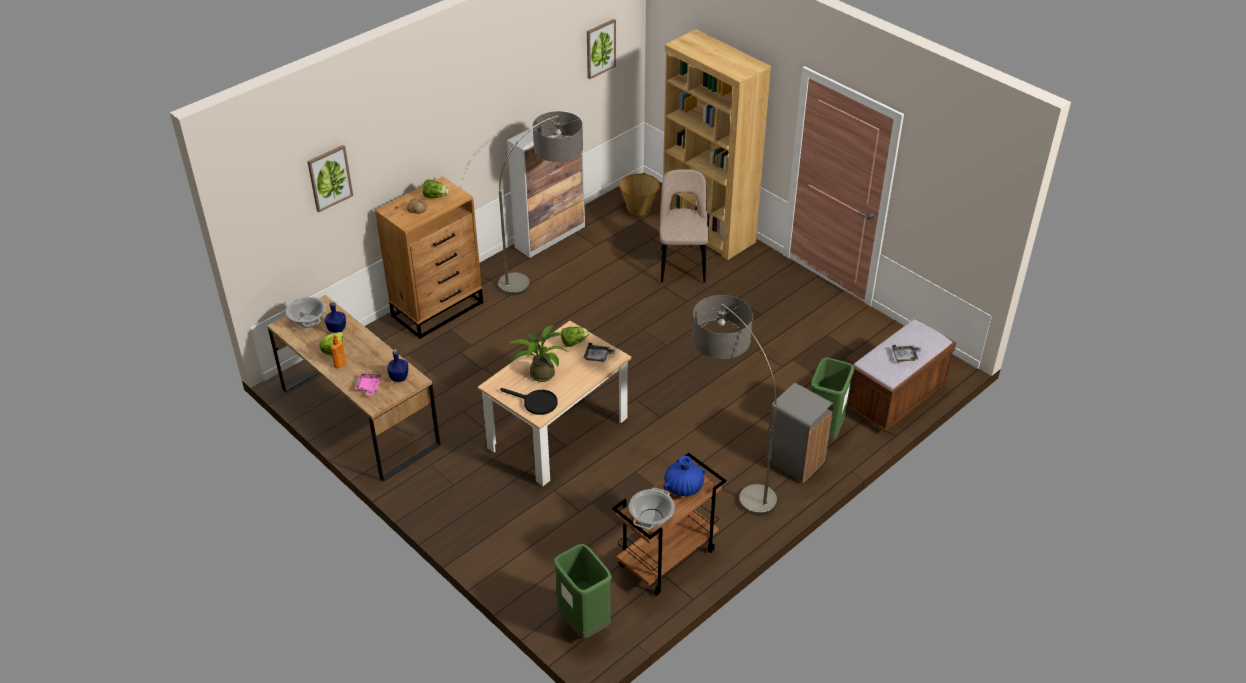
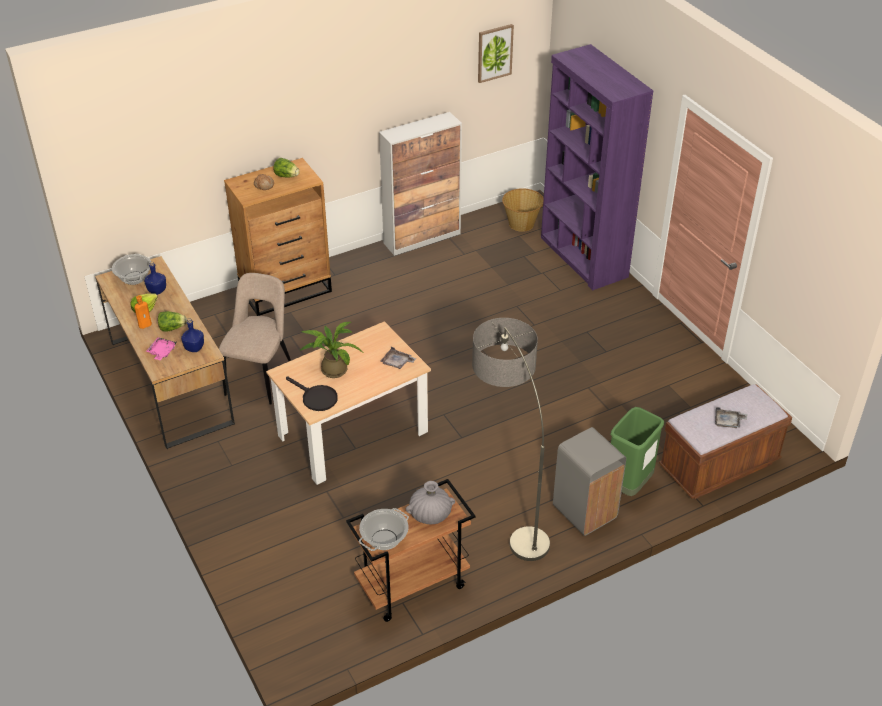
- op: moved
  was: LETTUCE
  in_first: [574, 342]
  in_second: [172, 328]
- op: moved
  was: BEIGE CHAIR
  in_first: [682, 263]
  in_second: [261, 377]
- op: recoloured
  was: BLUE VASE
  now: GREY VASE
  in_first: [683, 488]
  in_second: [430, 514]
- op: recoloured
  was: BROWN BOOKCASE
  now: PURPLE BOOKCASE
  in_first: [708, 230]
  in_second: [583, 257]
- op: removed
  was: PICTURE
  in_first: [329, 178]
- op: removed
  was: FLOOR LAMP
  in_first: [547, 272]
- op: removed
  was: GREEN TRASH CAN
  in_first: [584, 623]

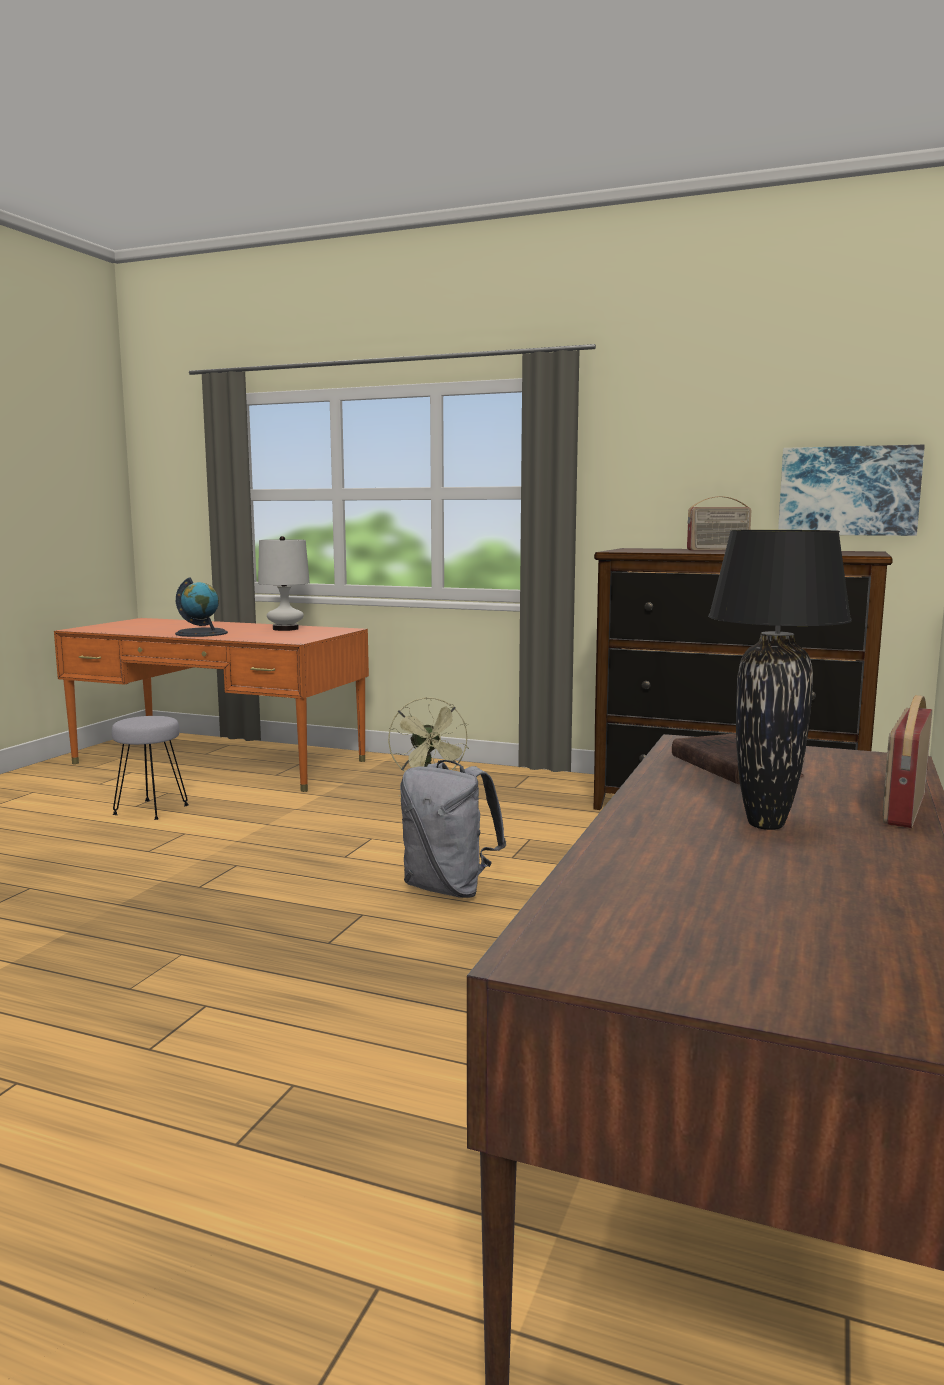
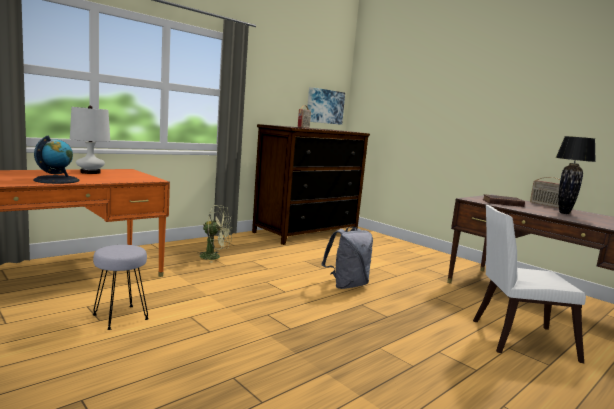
- op: added
  now: WHITE CHAIR
  in_second: [516, 339]

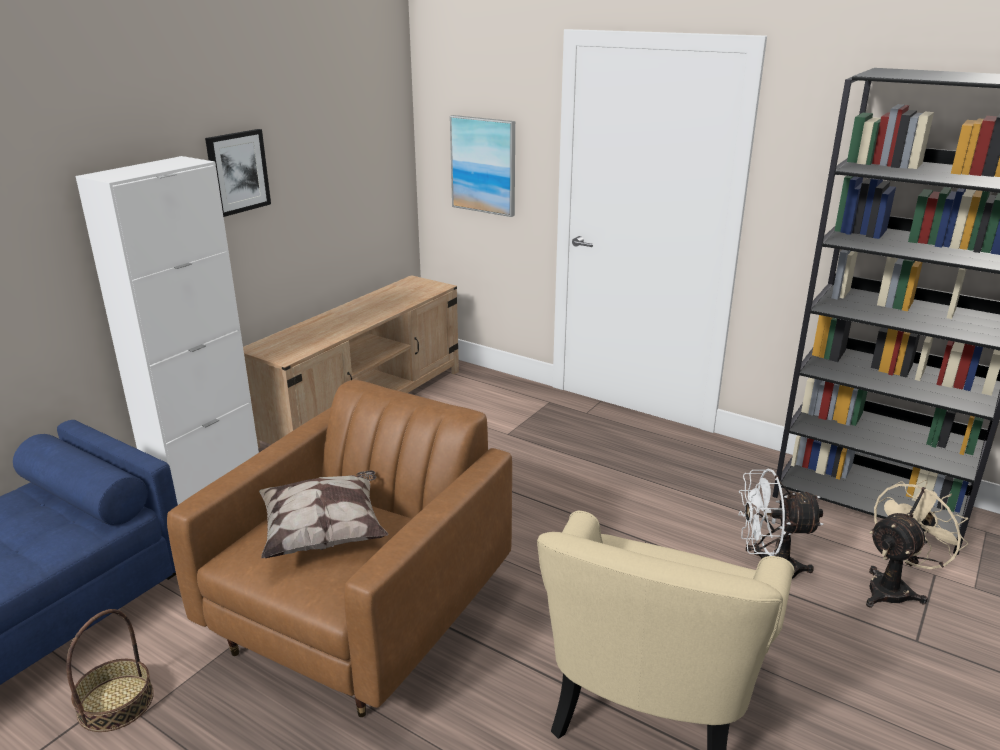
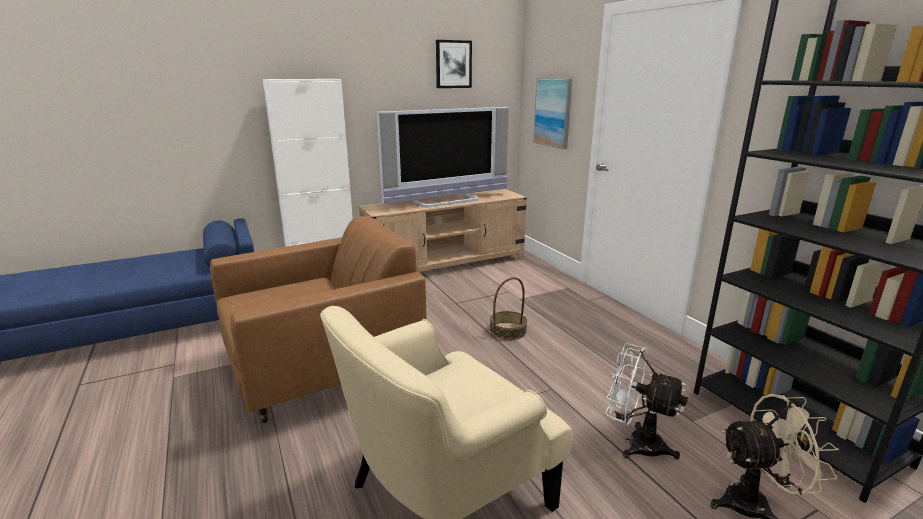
- op: added
  now: TELEVISION
  in_second: [448, 201]
- op: moved
  was: PICTURE
  in_first: [237, 172]
  in_second: [453, 64]
- op: moved
  was: BASKET
  in_first: [115, 703]
  in_second: [508, 330]
- op: removed
  was: PILLOW
  in_first: [325, 533]

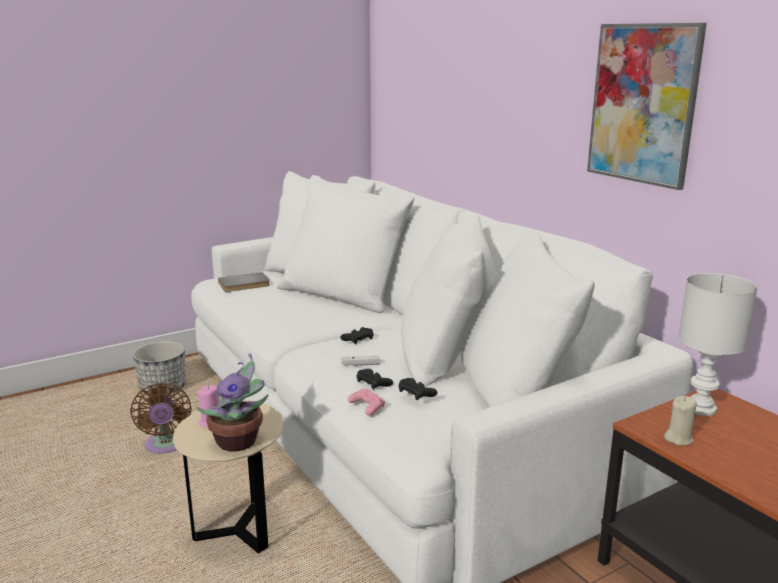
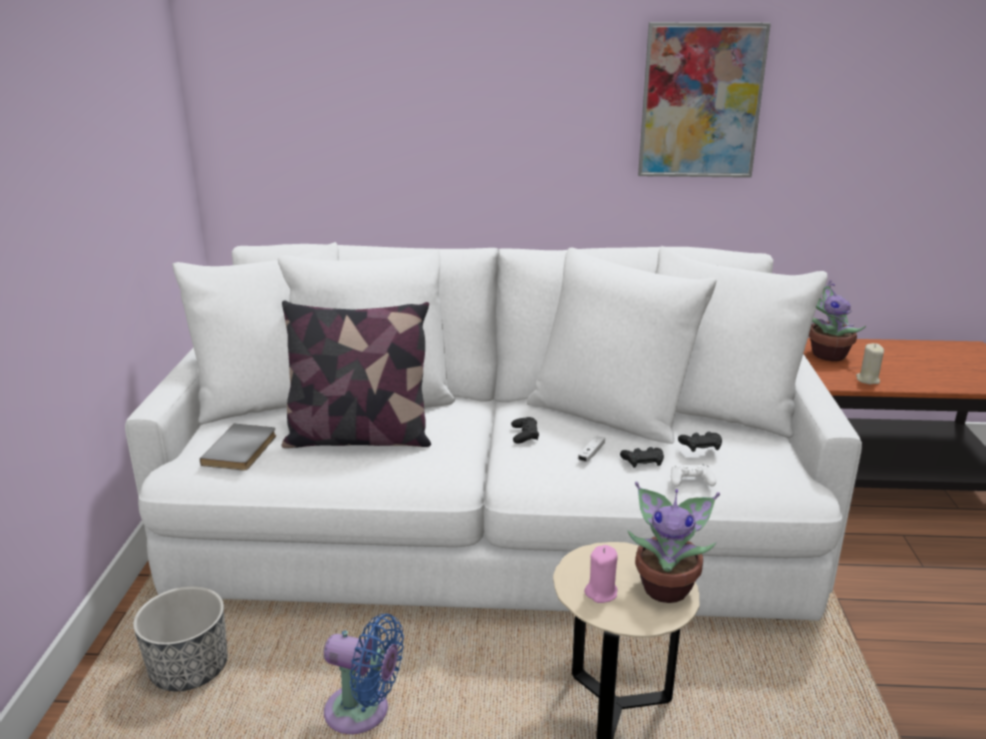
- op: added
  now: PILLOW
  in_second: [359, 438]
- op: recoloured
  was: BROWN FAN
  now: BLUE FAN
  in_first: [166, 446]
  in_second: [363, 713]
- op: recoloured
  was: PINK GAME CONTROLLER
  now: WHITE GAME CONTROLLER
  in_first: [367, 406]
  in_second: [691, 480]
- op: replaced
  was: WHITE TABLE LAMP
  now: POTTED PLANT
  in_first: [701, 408]
  in_second: [826, 354]

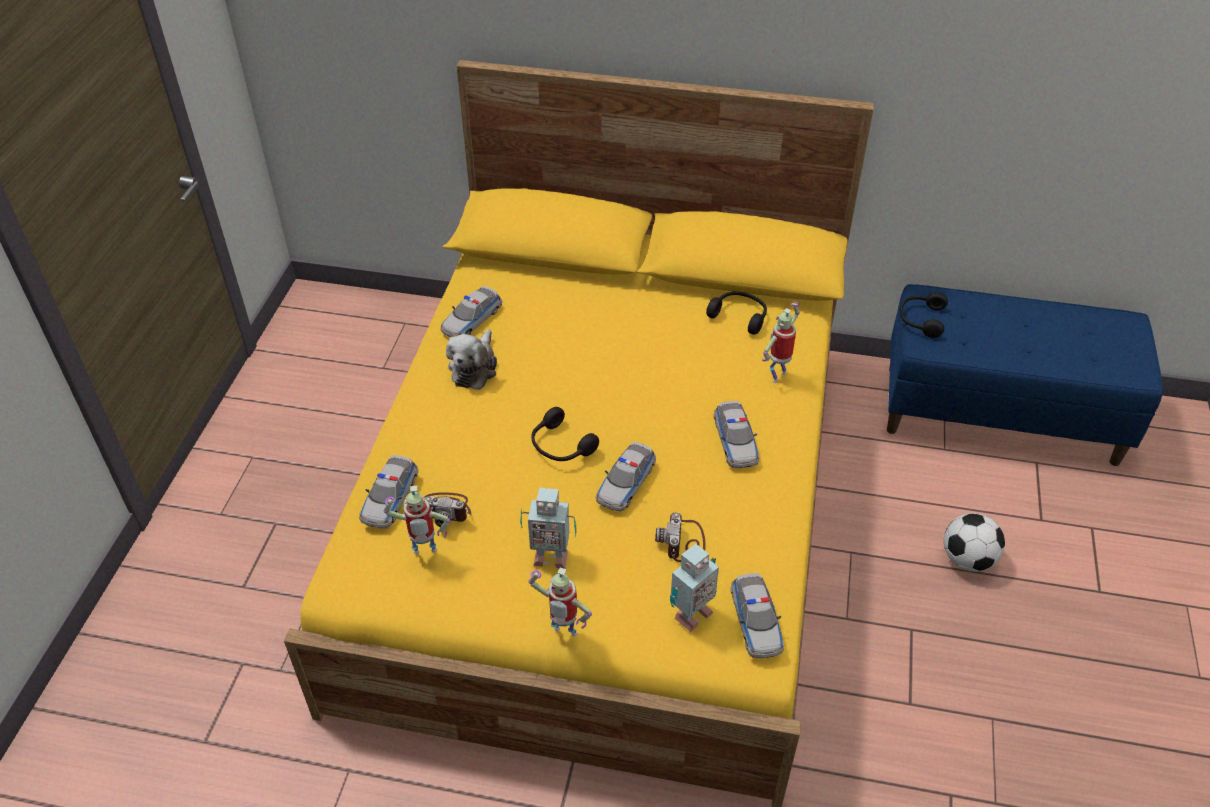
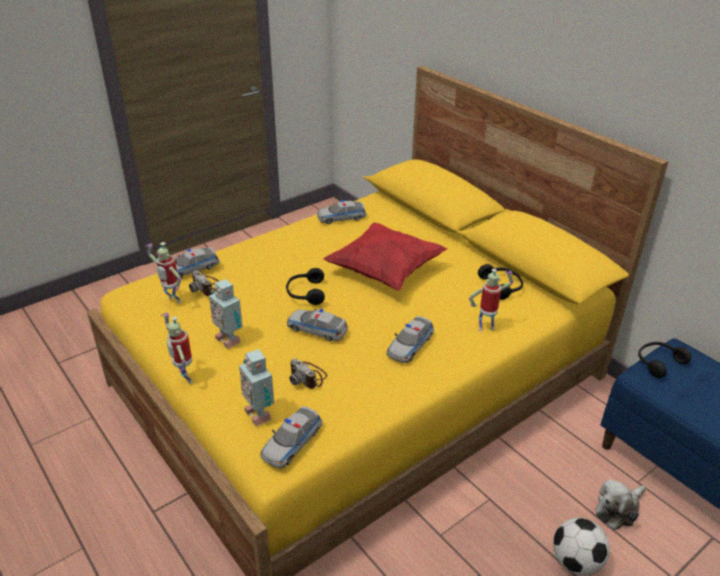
- op: turned
  was: TOY ROBOT
  in_first: [690, 614]
  in_second: [259, 413]
  clockwise: 60
- op: turned
  was: TOY CAR
  in_first: [626, 483]
  in_second: [317, 329]
  clockwise: 45
- op: turned
  was: PHOTO CAMERA
  in_first: [683, 542]
  in_second: [308, 376]
  clockwise: -90
- op: added
  now: RED PILLOW
  in_second: [385, 271]
- op: moved
  was: PLUSH TOY
  in_first: [474, 368]
  in_second: [618, 509]

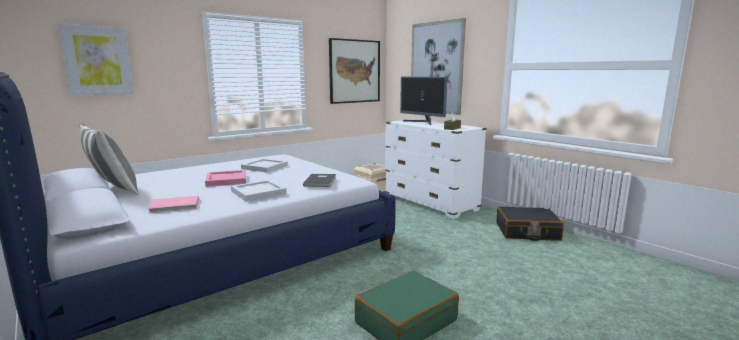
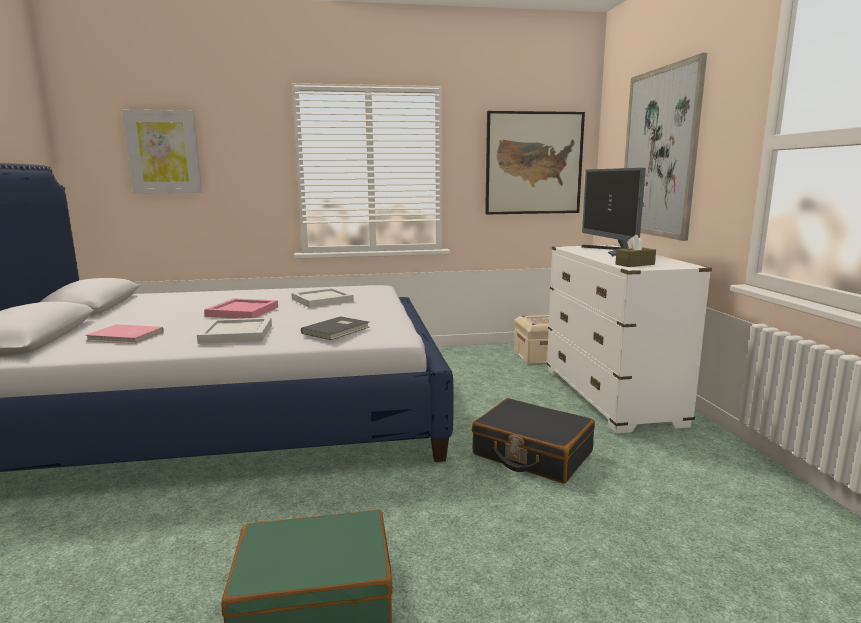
- op: moved
  was: BLACK SUITCASE
  in_first: [527, 232]
  in_second: [532, 454]
- op: removed
  was: PILLOW
  in_first: [113, 190]

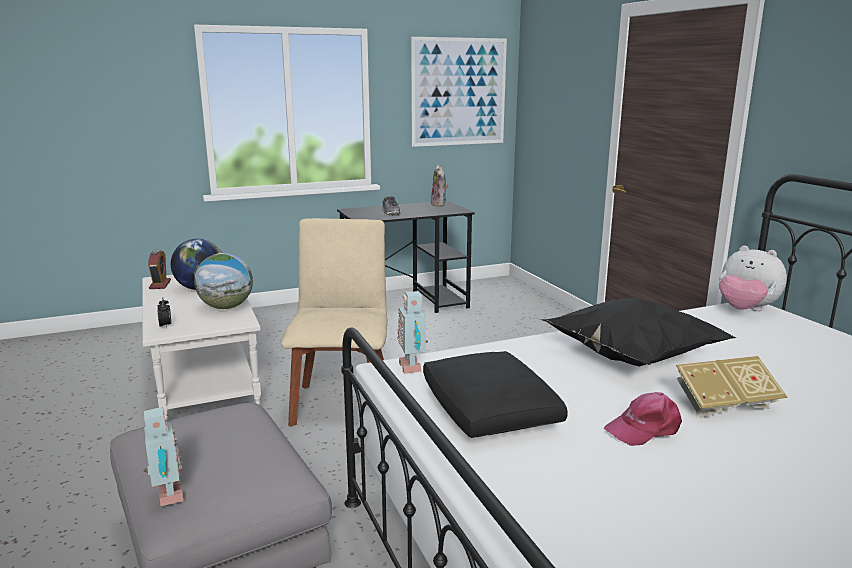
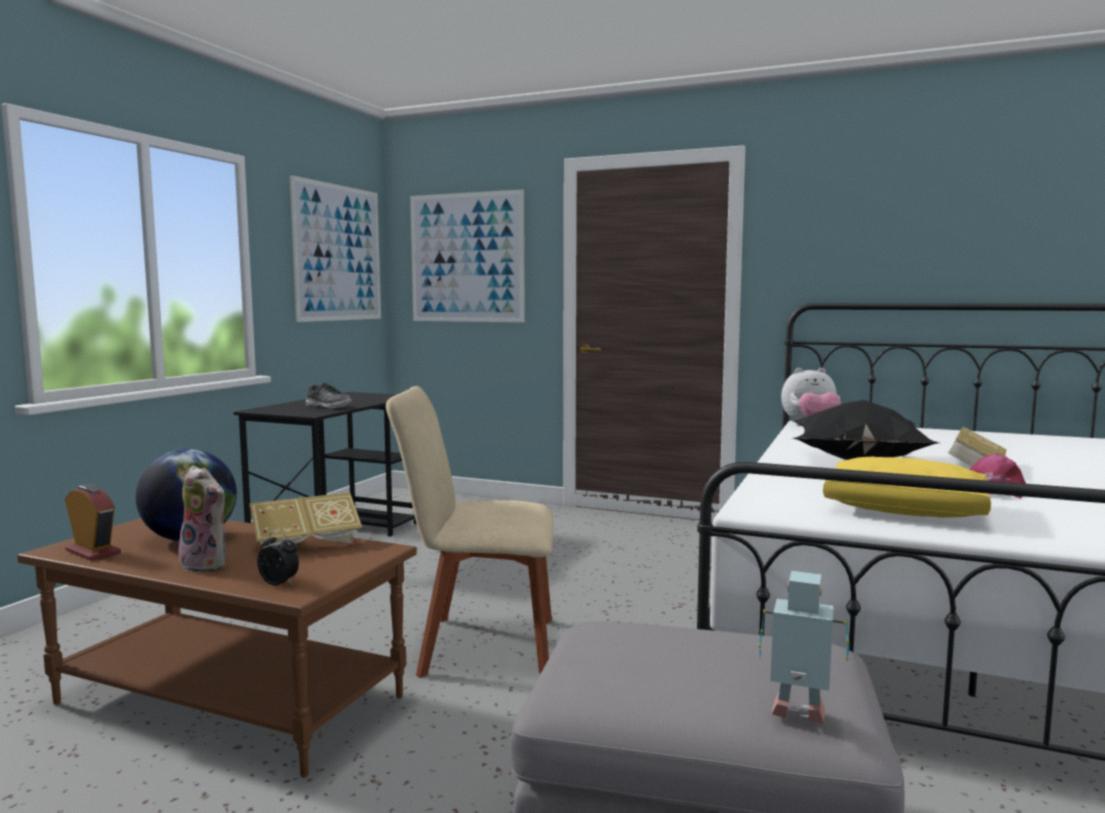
- op: recoloured
  was: WHITE COFFEE TABLE
  now: BROWN COFFEE TABLE
  in_first: [203, 380]
  in_second: [226, 701]
- op: moved
  was: PLUSH TOY
  in_first: [439, 205]
  in_second: [208, 564]
- op: replaced
  was: GLOBE
  now: BOOK
  in_first: [226, 307]
  in_second: [306, 544]
- op: turned
  was: BEIGE CHAIR
  in_first: [342, 402]
  in_second: [479, 645]
  clockwise: -45
- op: added
  now: PICTURE
  in_second: [466, 258]
- op: recoloured
  was: BLACK PILLOW
  now: YELLOW PILLOW
  in_first: [490, 411]
  in_second: [906, 509]
- op: removed
  was: TOY ROBOT
  in_first: [412, 367]

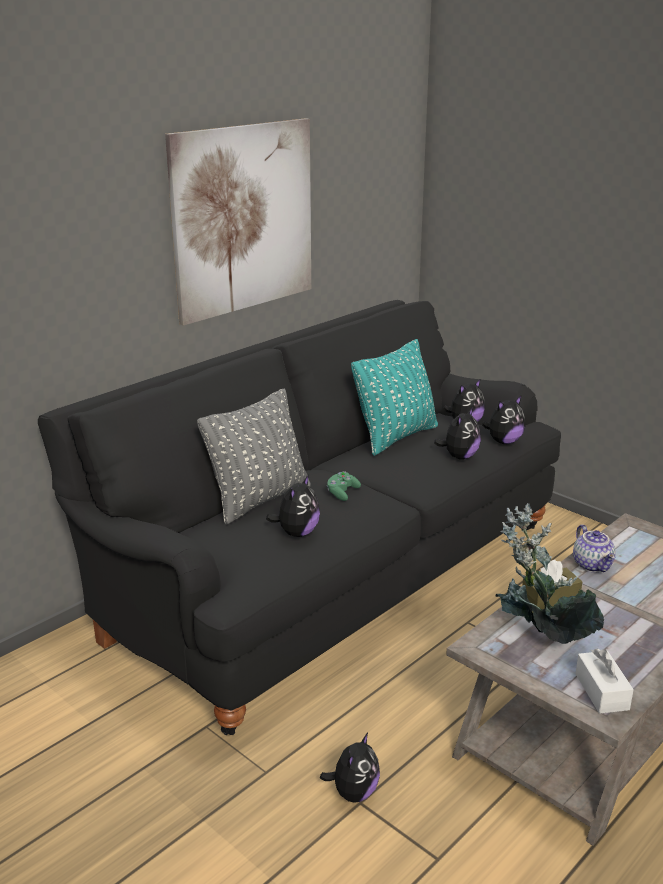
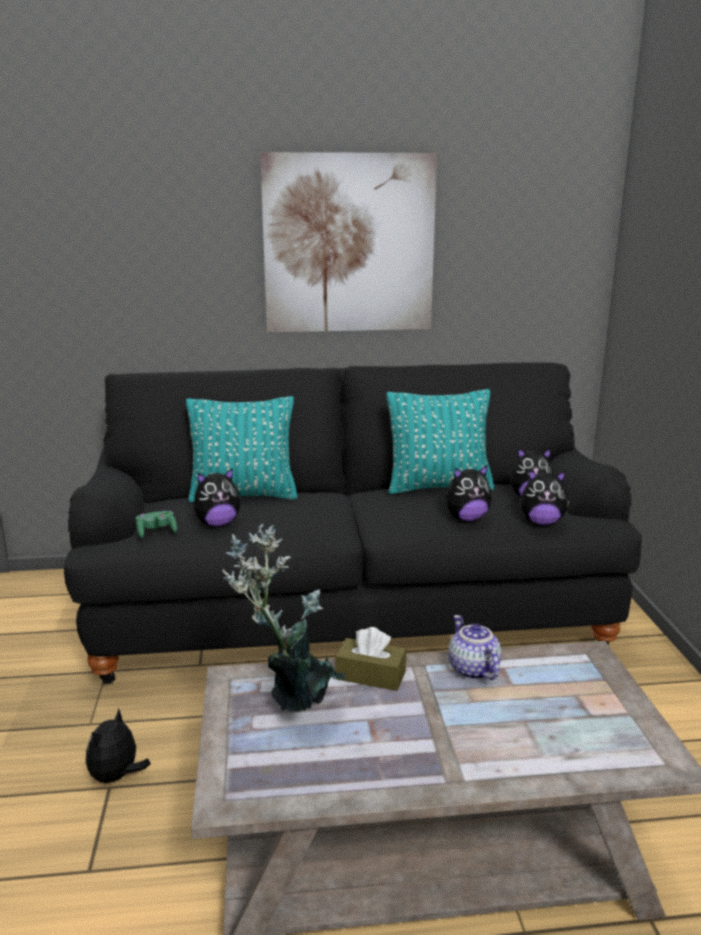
- op: turned
  was: PLUSH TOY
  in_first: [353, 792]
  in_second: [117, 777]
  clockwise: 135
- op: moved
  was: GREEN GAME CONTROLLER
  in_first: [342, 493]
  in_second: [156, 532]
- op: recoloured
  was: GREY PILLOW
  now: TURQUOISE PILLOW
  in_first: [259, 500]
  in_second: [244, 495]
- op: turned
  was: TEAPOT
  in_first: [593, 565]
  in_second: [472, 669]
  clockwise: 135
- op: removed
  was: WHITE TISSUE BOX
  in_first: [601, 691]

